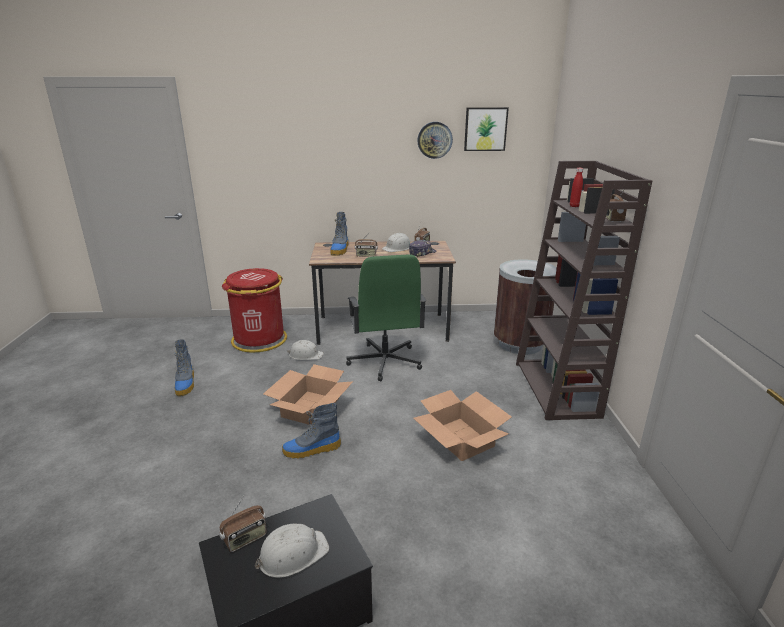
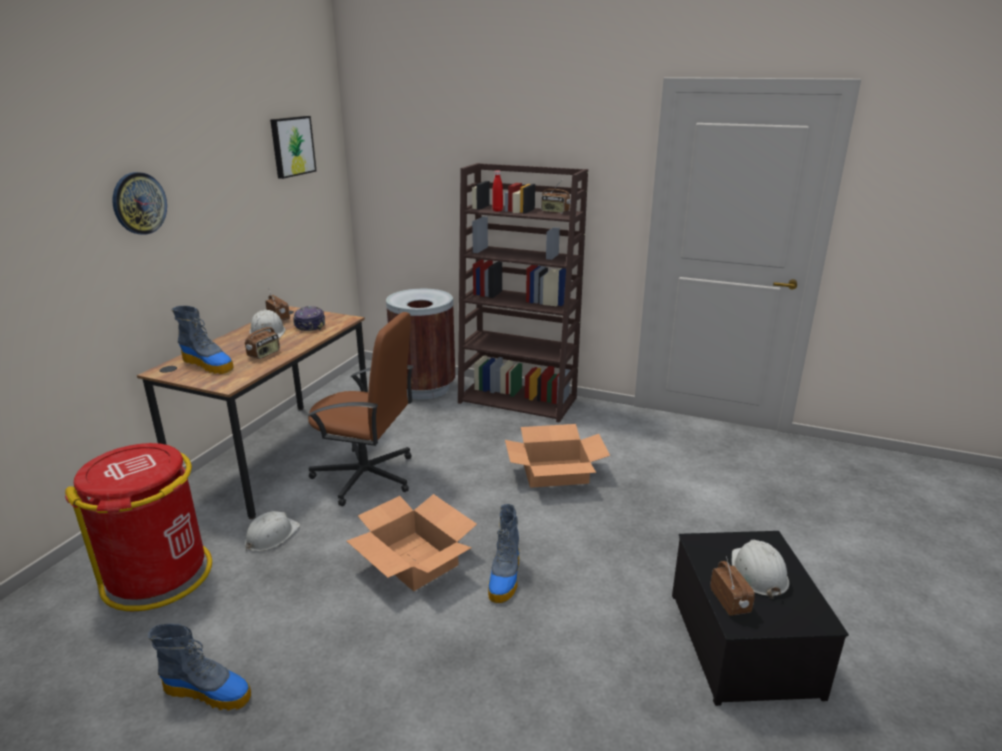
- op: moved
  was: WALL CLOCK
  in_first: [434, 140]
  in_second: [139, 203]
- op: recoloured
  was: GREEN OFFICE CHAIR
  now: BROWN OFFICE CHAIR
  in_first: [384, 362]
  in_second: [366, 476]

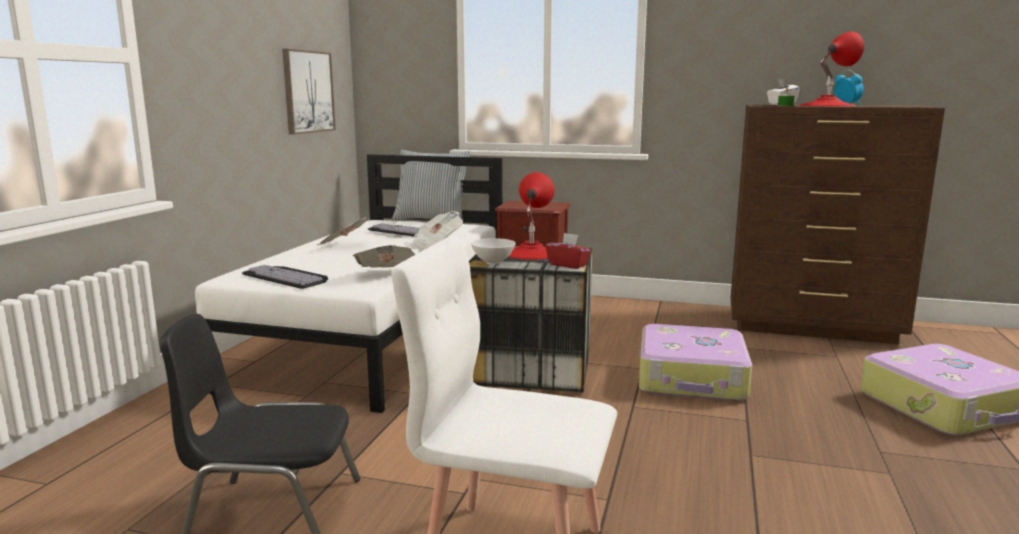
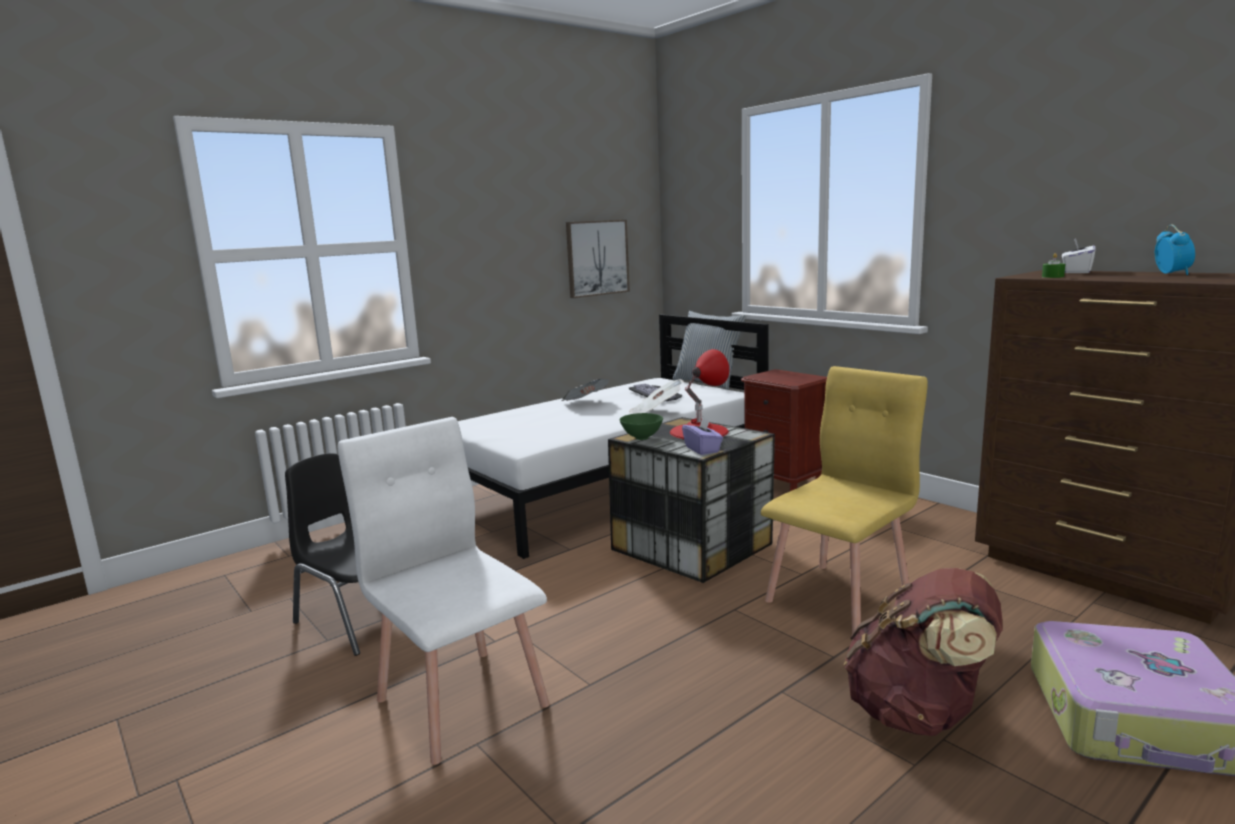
- op: recoloured
  was: WHITE BOWL
  now: GREEN BOWL
  in_first: [493, 263]
  in_second: [642, 438]
- op: recoloured
  was: RED TISSUE BOX
  now: PURPLE TISSUE BOX
  in_first: [568, 265]
  in_second: [702, 449]
- op: replaced
  was: SUITCASE
  now: YELLOW CHAIR
  in_first: [692, 379]
  in_second: [839, 598]
- op: added
  now: BROWN BACKPACK
  in_second: [918, 713]
- op: removed
  was: KEYBOARD
  in_first: [289, 277]
- op: removed
  was: NEWSPAPER
  in_first: [386, 274]
- op: removed
  was: RED TABLE LAMP
  in_first: [827, 105]

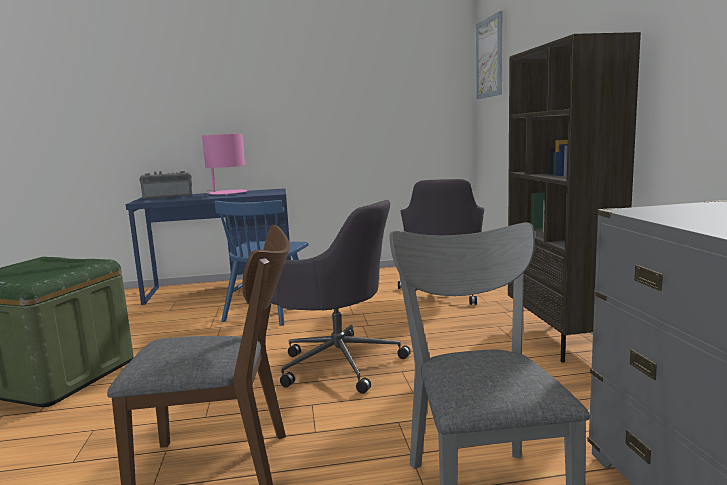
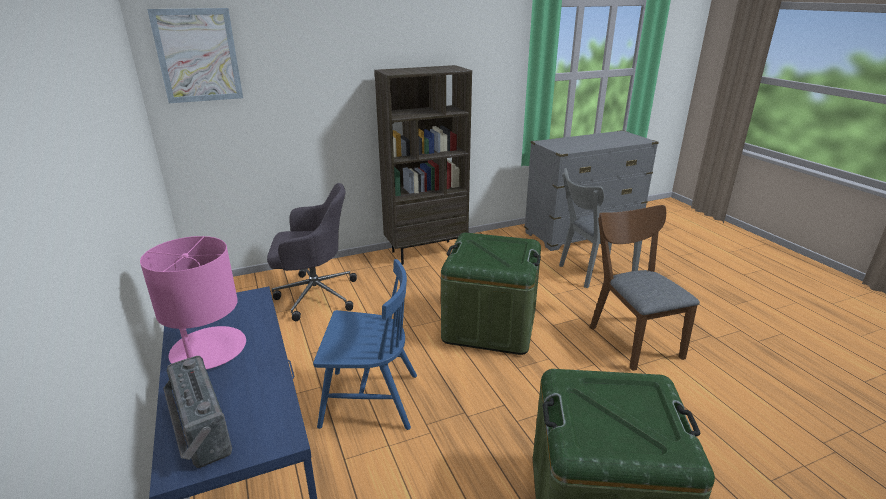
- op: replaced
  was: GREY OFFICE CHAIR
  now: GREEN STORAGE BOX
  in_first: [338, 363]
  in_second: [490, 326]

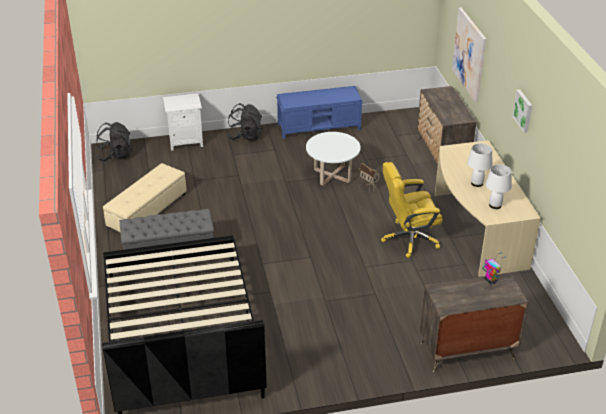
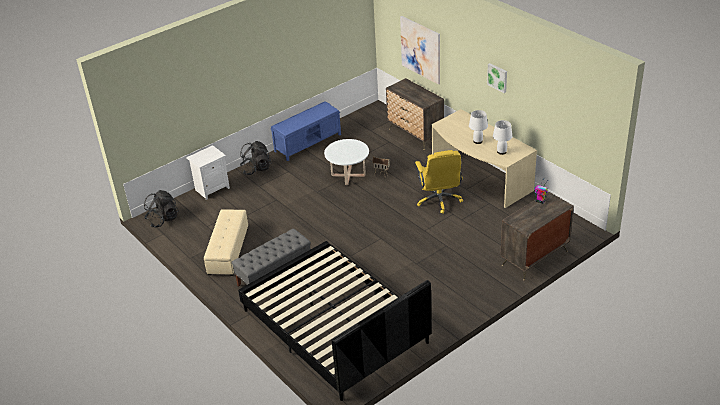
- op: turned
  was: YELLOW OFFICE CHAIR
  in_first: [409, 239]
  in_second: [439, 200]
  clockwise: -60

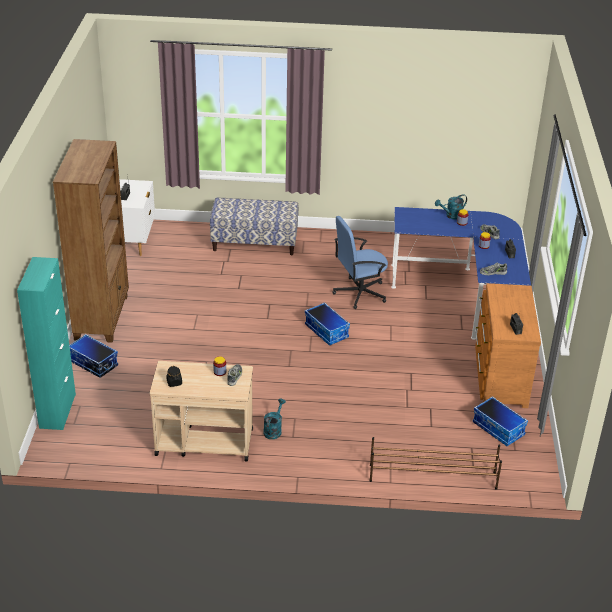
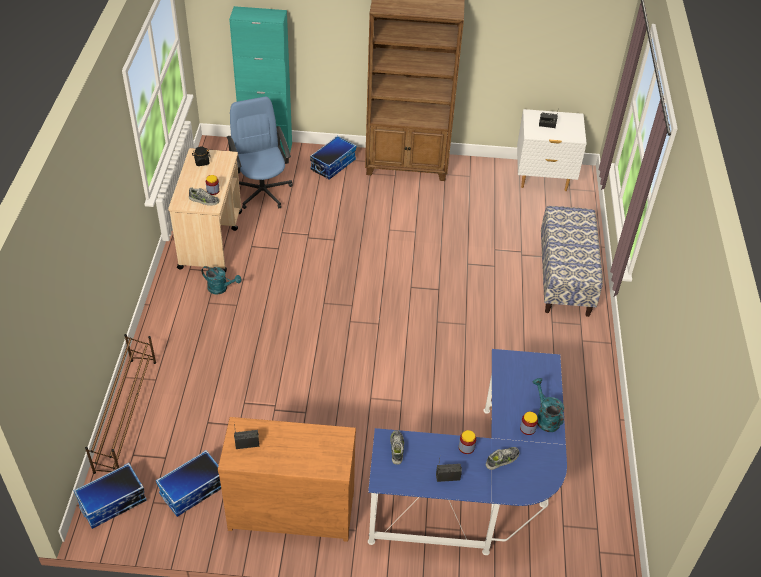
- op: moved
  was: STORAGE BOX
  in_first: [327, 331]
  in_second: [112, 503]
- op: moved
  was: BLUE OFFICE CHAIR
  in_first: [359, 293]
  in_second: [262, 191]

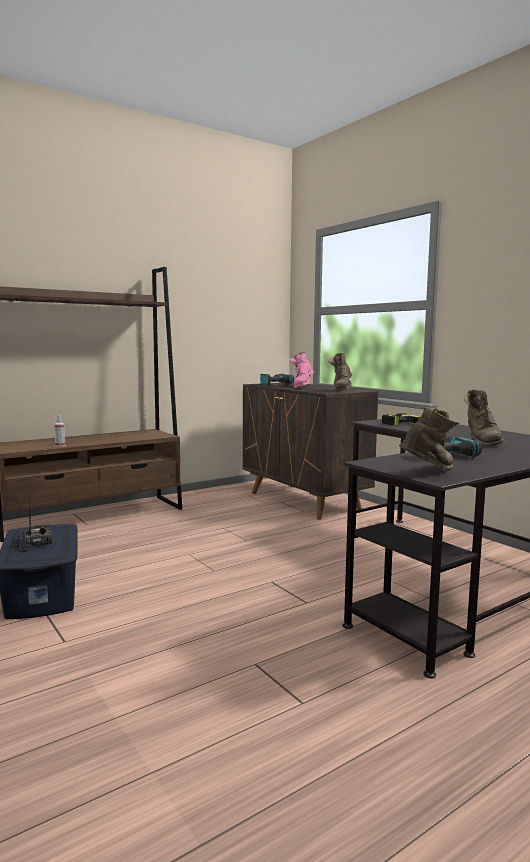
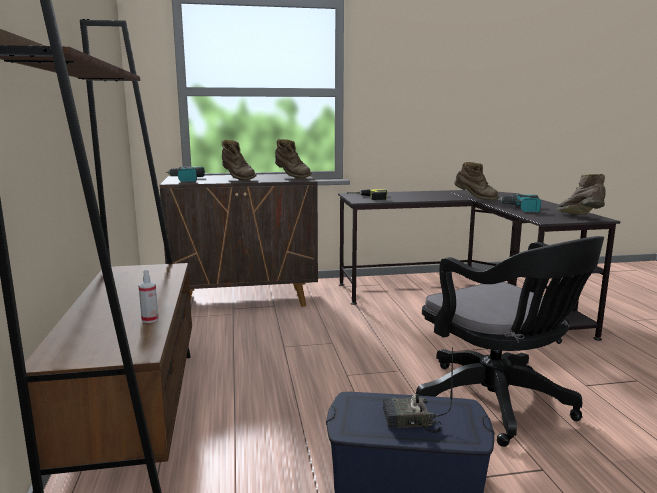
- op: recoloured
  was: PINK BOOT
  now: BROWN BOOT
  in_first: [302, 387]
  in_second: [237, 178]
- op: added
  now: BLACK OFFICE CHAIR
  in_second: [499, 404]

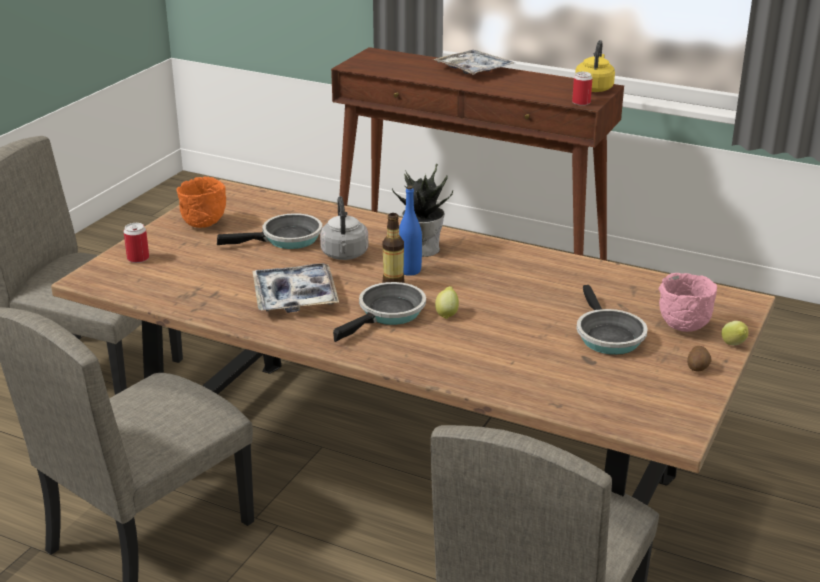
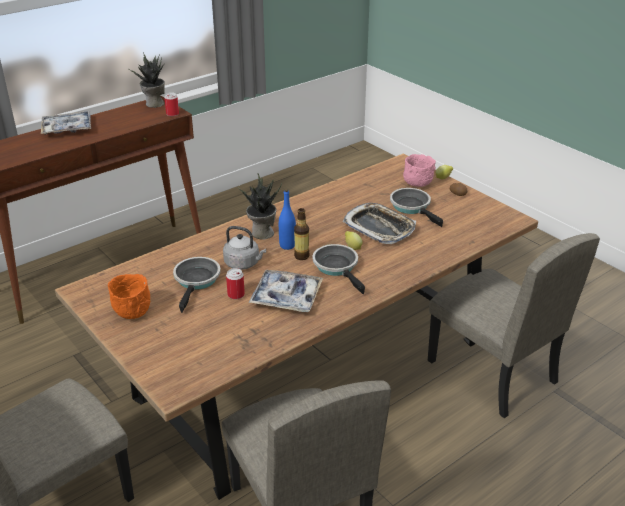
- op: replaced
  was: YELLOW KETTLE
  now: POTTED PLANT
  in_first: [594, 88]
  in_second: [154, 104]
- op: moved
  was: CAN
  in_first: [138, 258]
  in_second: [236, 295]
- op: added
  now: TRAY
  in_second: [379, 228]
- op: turned
  was: FRYING PAN
  in_first: [607, 336]
  in_second: [412, 207]
  clockwise: -135

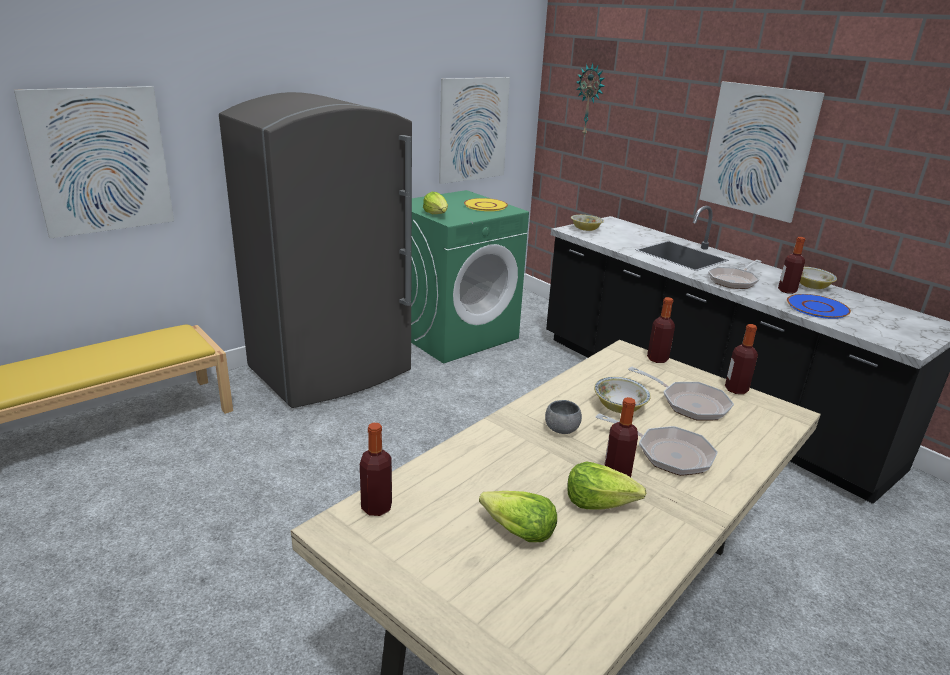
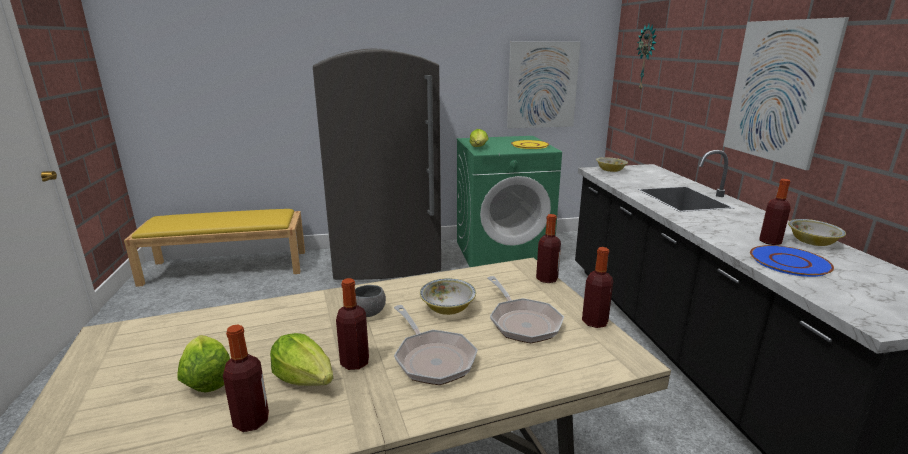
- op: moved
  was: BOTTLE
  in_first: [376, 507]
  in_second: [251, 421]
- op: removed
  was: PICTURE
  in_first: [101, 161]
- op: removed
  was: FRYING PAN
  in_first: [734, 280]

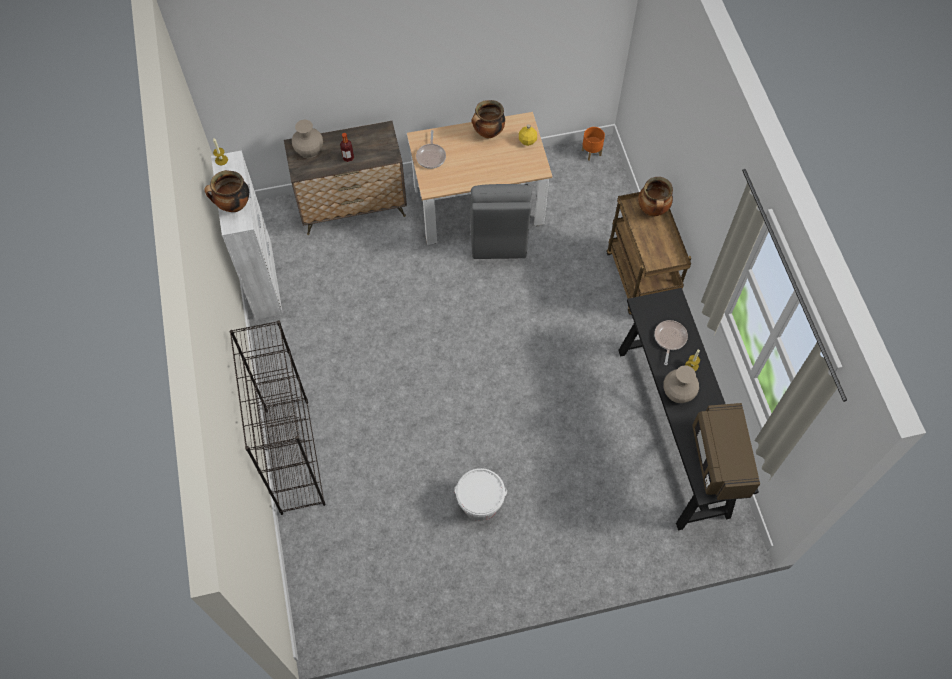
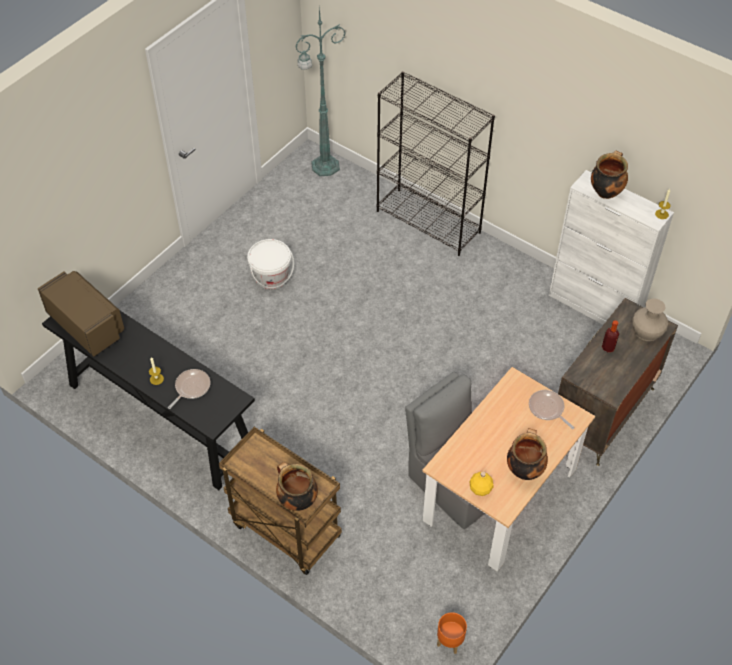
- op: turned
  was: FRYING PAN
  in_first: [669, 339]
  in_second: [191, 388]
  clockwise: -120
- op: added
  now: GREEN FLOOR LAMP
  in_second: [323, 166]
- op: removed
  was: BEIGE VASE
  in_first: [678, 392]

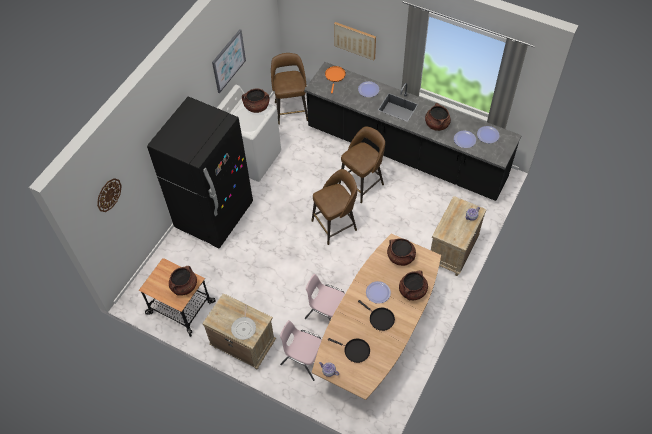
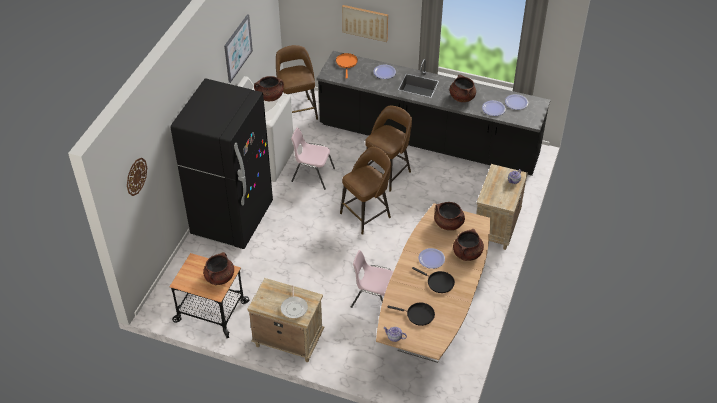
- op: moved
  was: PINK CHAIR
  in_first: [303, 358]
  in_second: [312, 175]

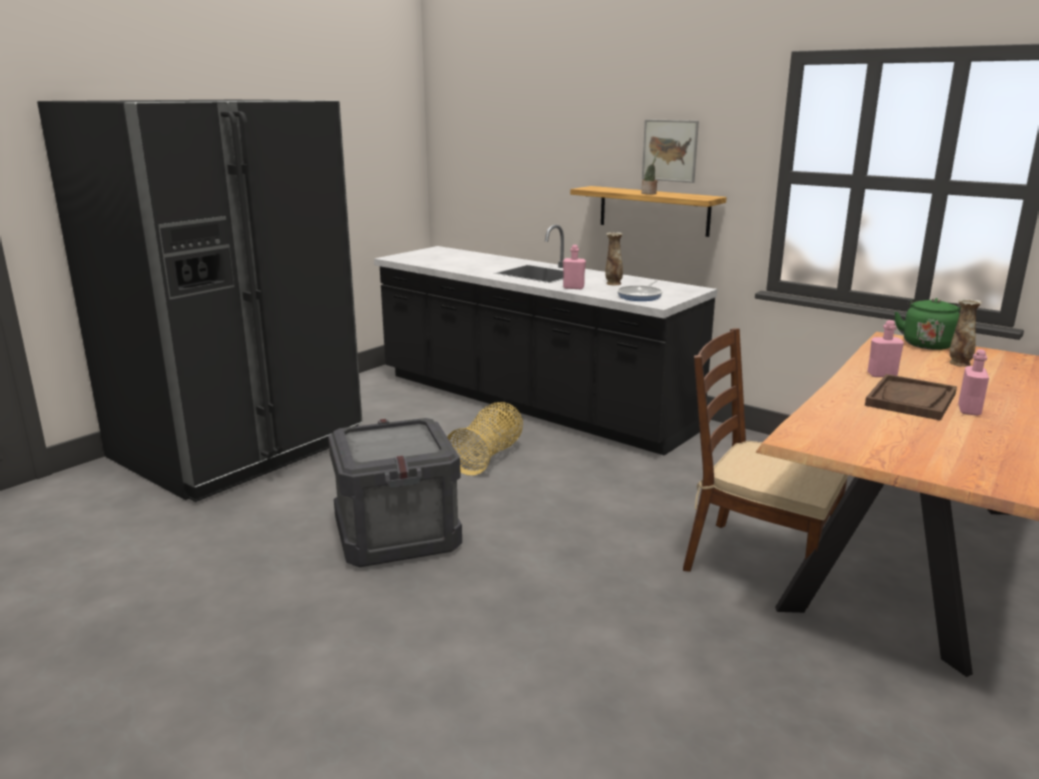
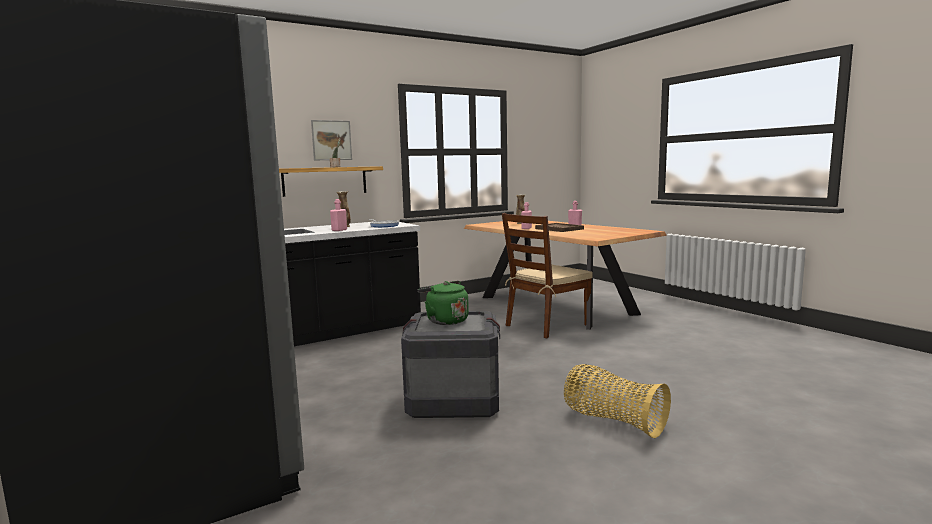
- op: moved
  was: GREEN KETTLE
  in_first: [927, 344]
  in_second: [445, 321]
- op: moved
  was: BASKET
  in_first: [487, 457]
  in_second: [612, 421]

